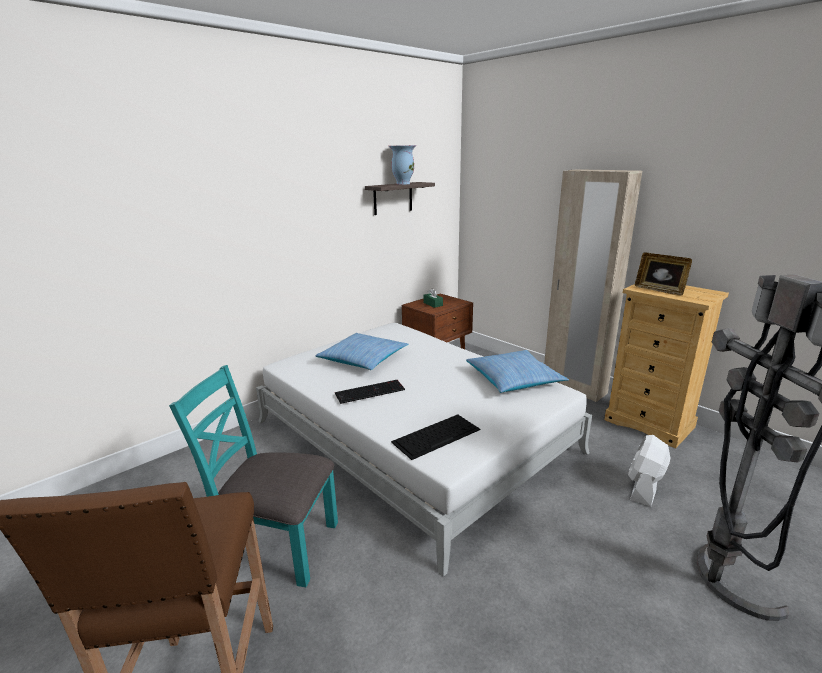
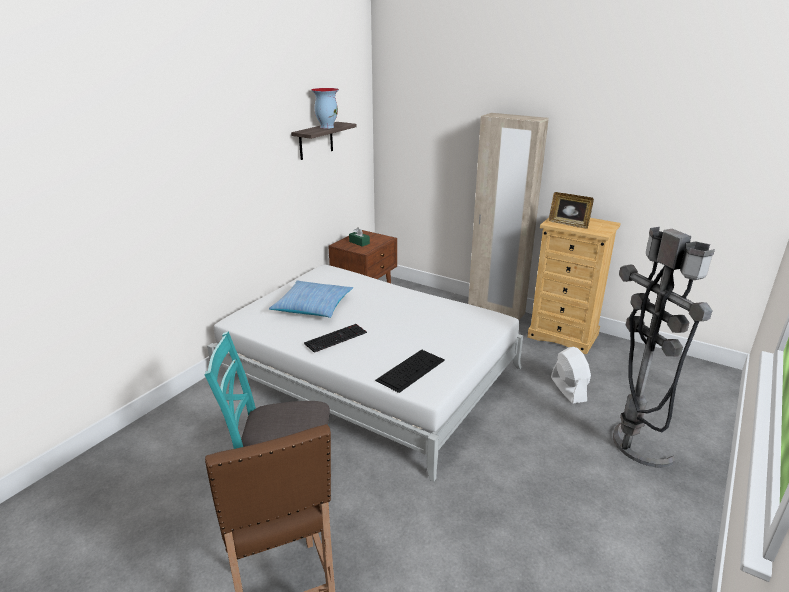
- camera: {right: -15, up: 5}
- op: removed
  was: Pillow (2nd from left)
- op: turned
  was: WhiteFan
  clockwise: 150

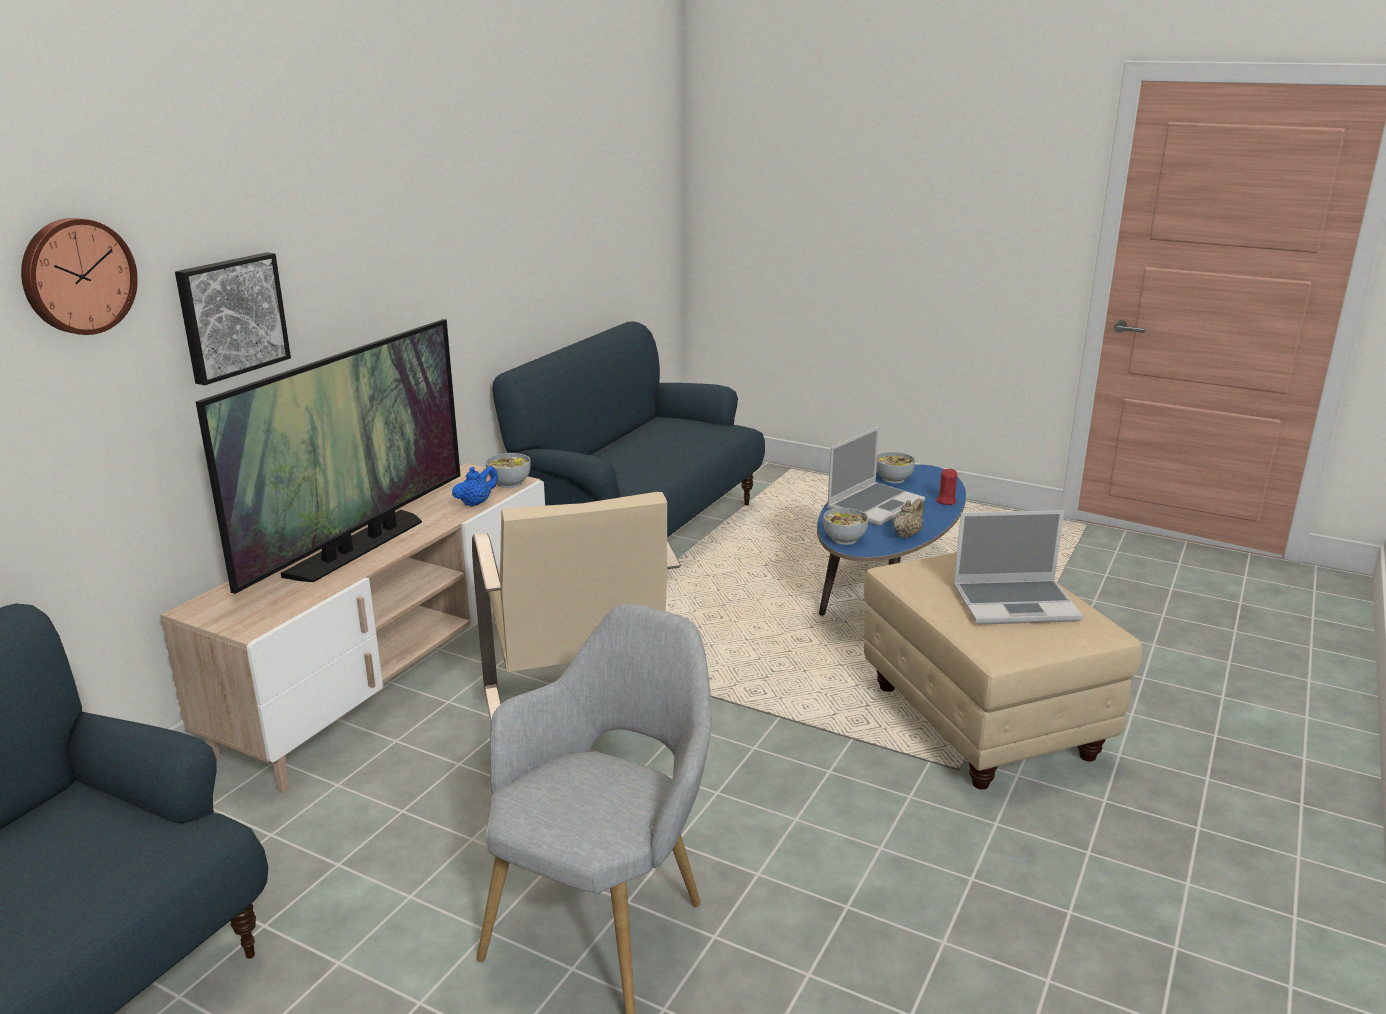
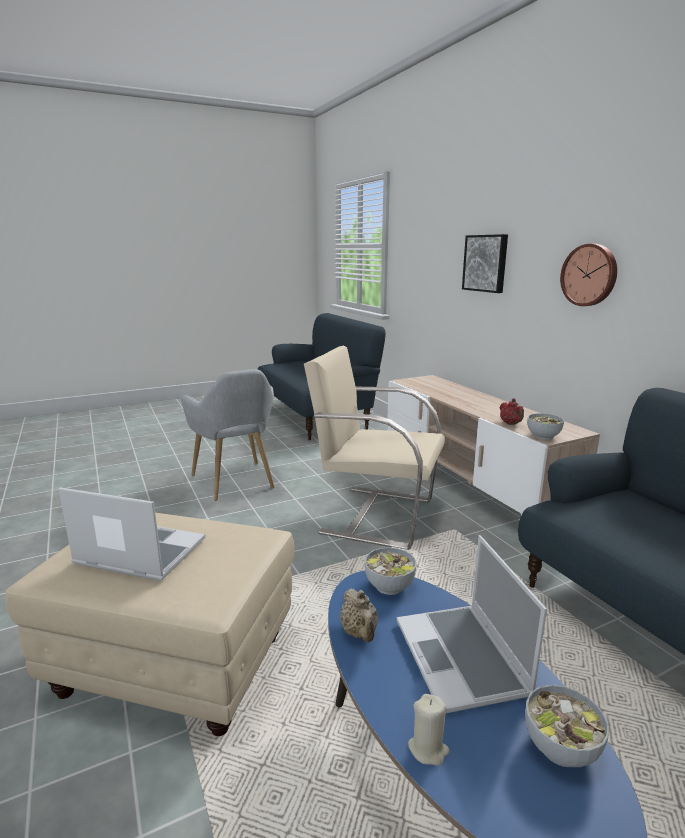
- camera: {right: 125, up: -5}
- op: removed
  was: Television
- op: moved
  was: WallClock
- op: recoloured
  was: BlueTeapot
  now: RedTeapot
- op: recoloured
  was: RedCandle
  now: BeigeCandle
- op: turned
  was: Laptop (2nd from left in the first image)
  clockwise: 75

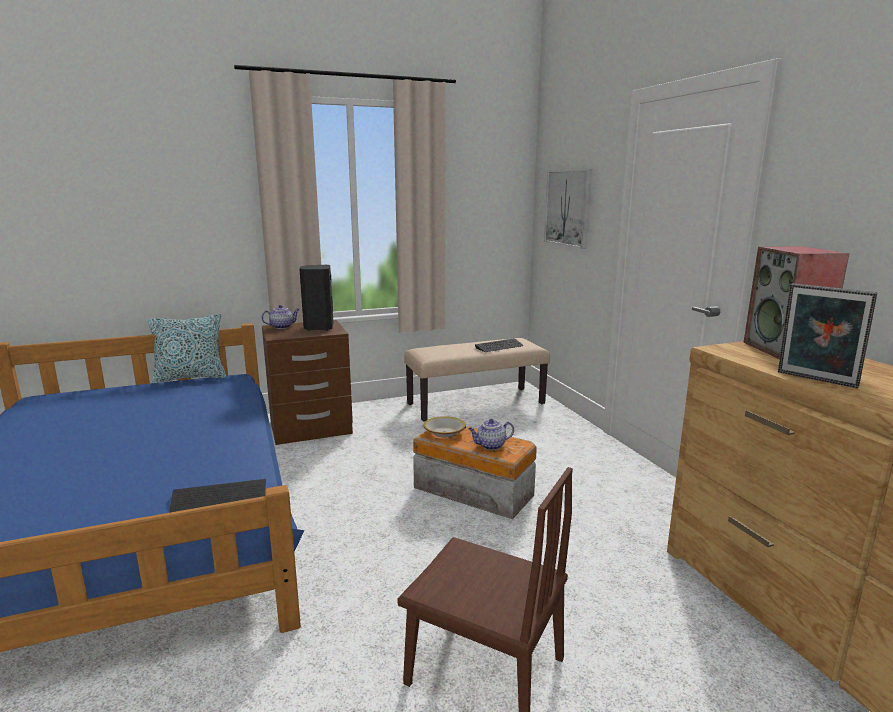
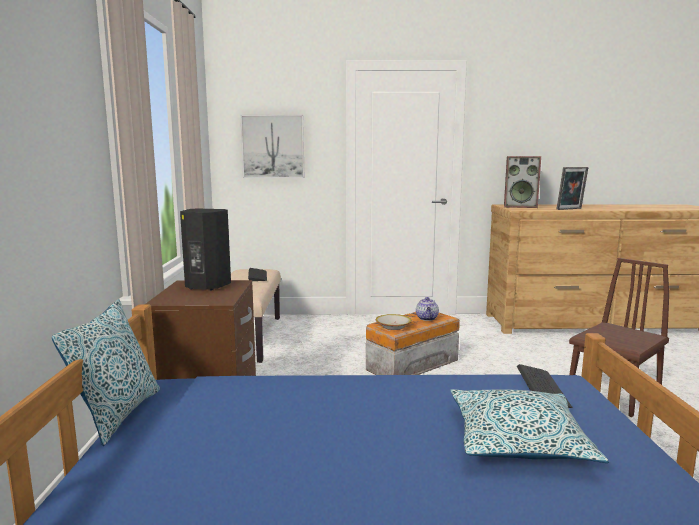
- camera: {right: -70, up: -5}
- op: removed
  was: Teapot (1st from left)
- op: added
  now: Pillow (2nd from left)

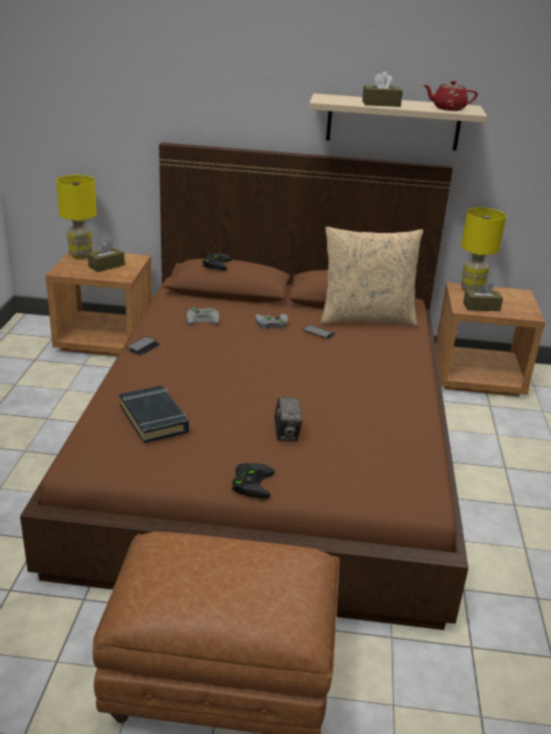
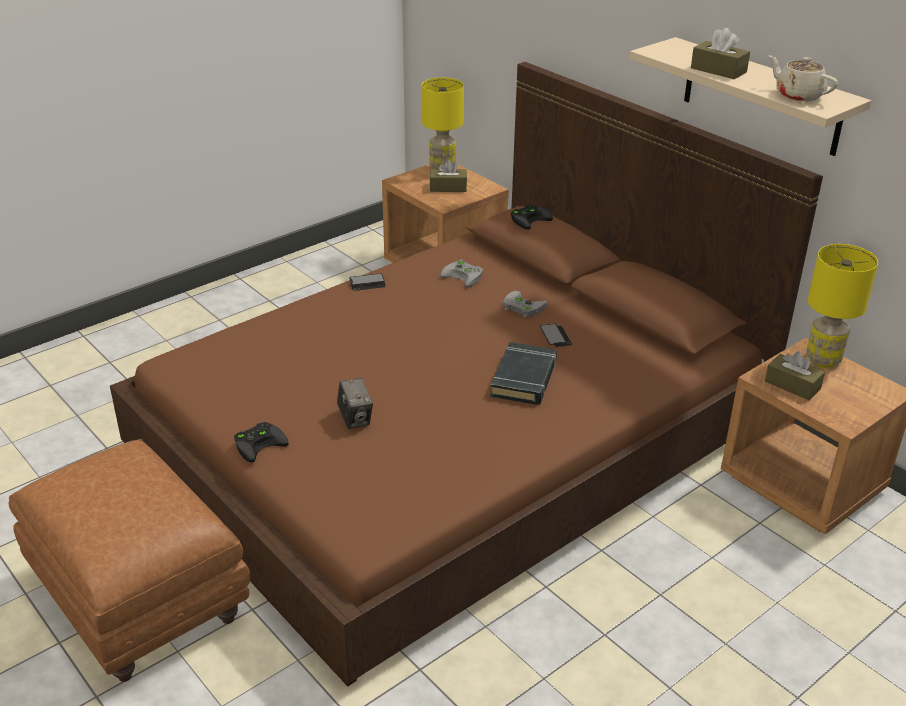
- camera: {right: 45, up: 5}
- op: removed
  was: BeigePillow
- op: moved
  was: BlackBook
- op: recoloured
  was: RedTeapot
  now: BeigeTeapot
- op: turned
  was: PhotoCamera
  clockwise: -60

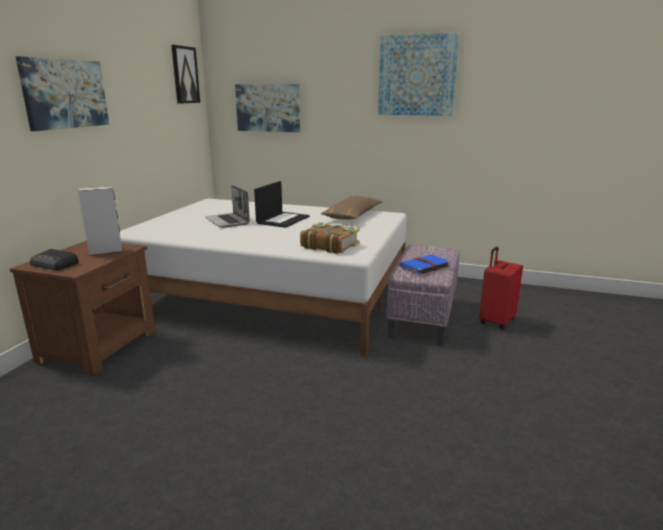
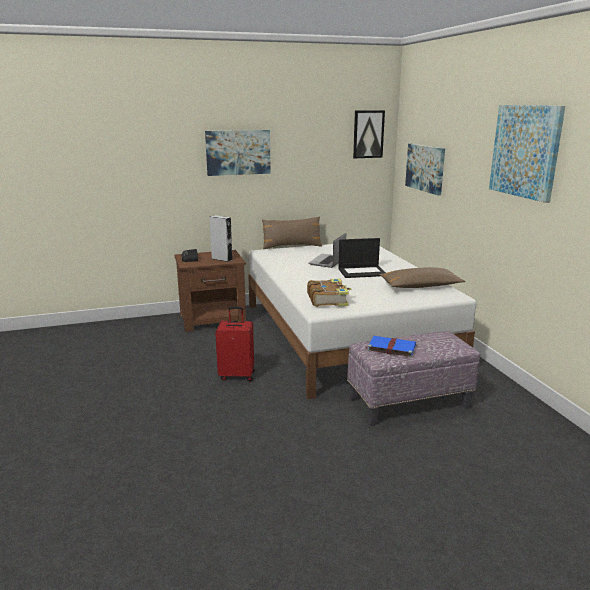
- camera: {right: 55, up: 0}
- op: added
  now: BrownPillow (1st from left)
- op: moved
  was: RedSuitcase

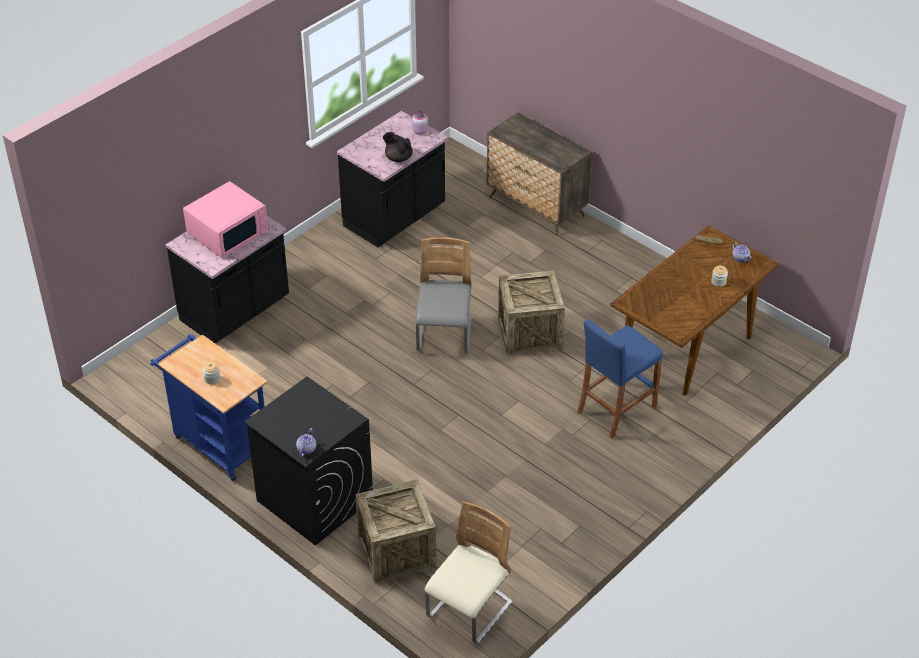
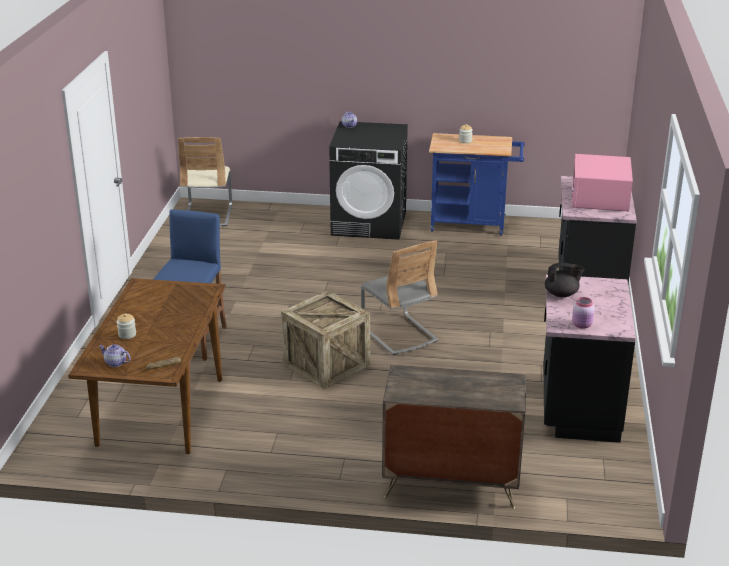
- camera: {right: 145, up: -15}
- op: removed
  was: Crate (1st from left)

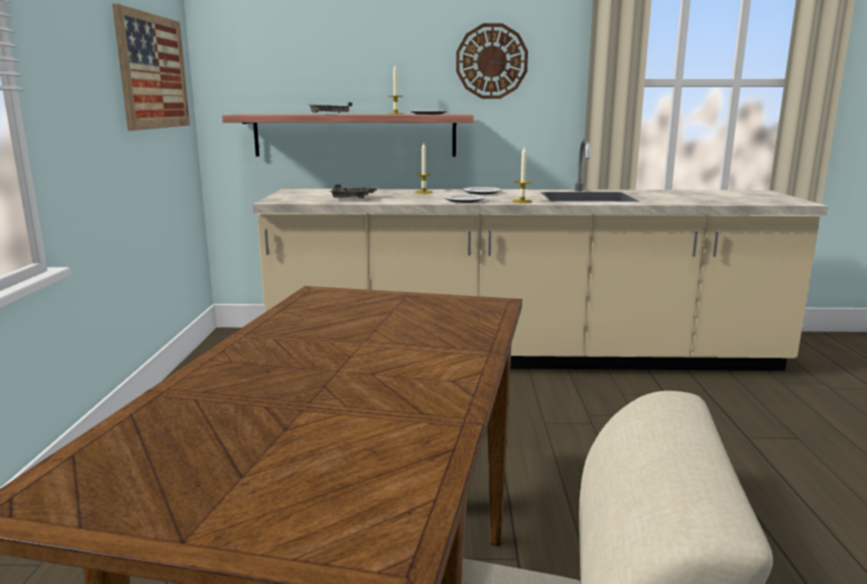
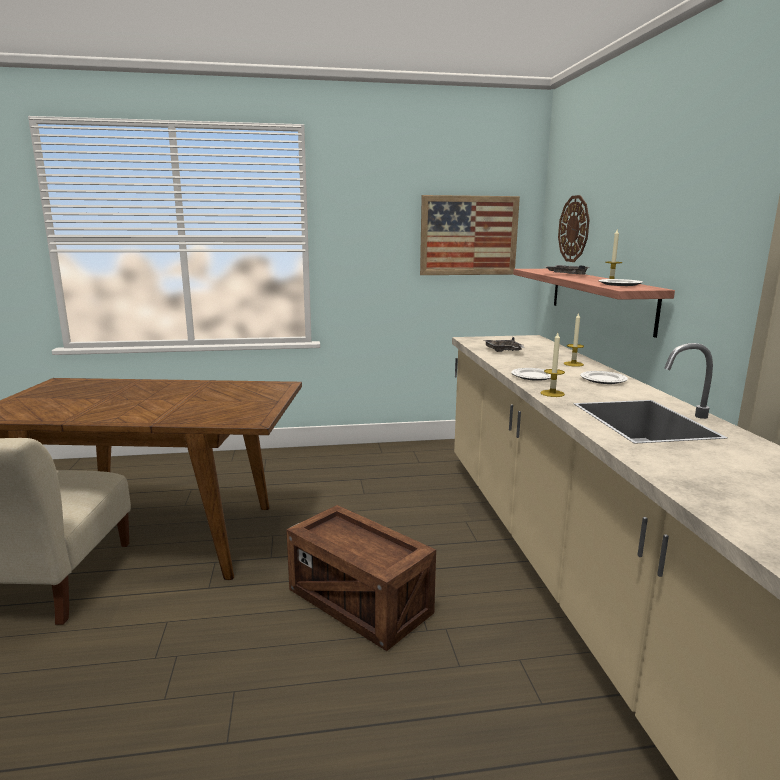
- camera: {right: 80, up: 0}
- op: added
  now: Crate
- op: moved
  was: WallClock

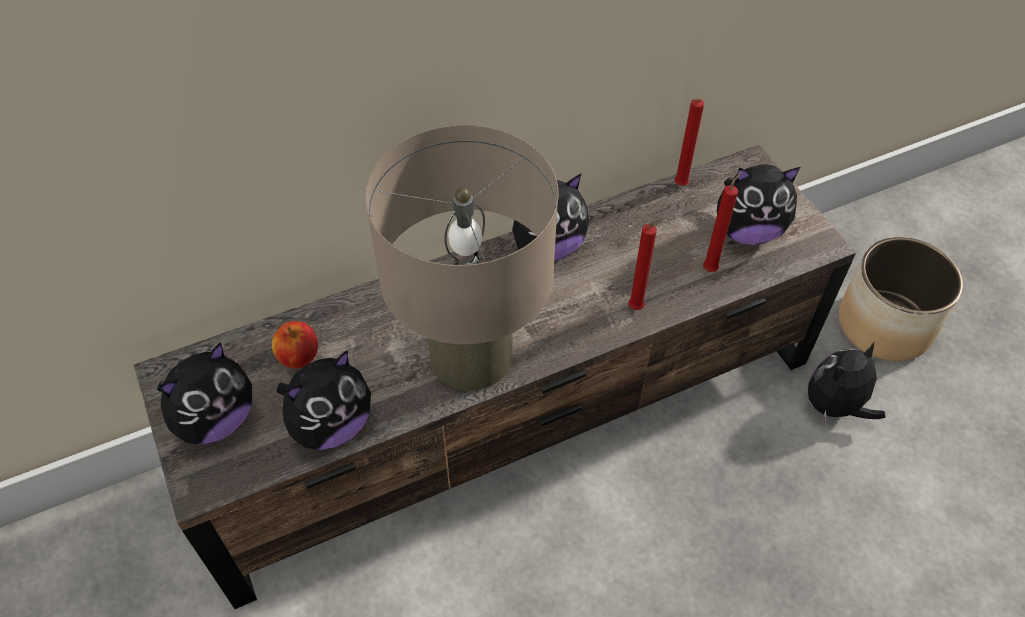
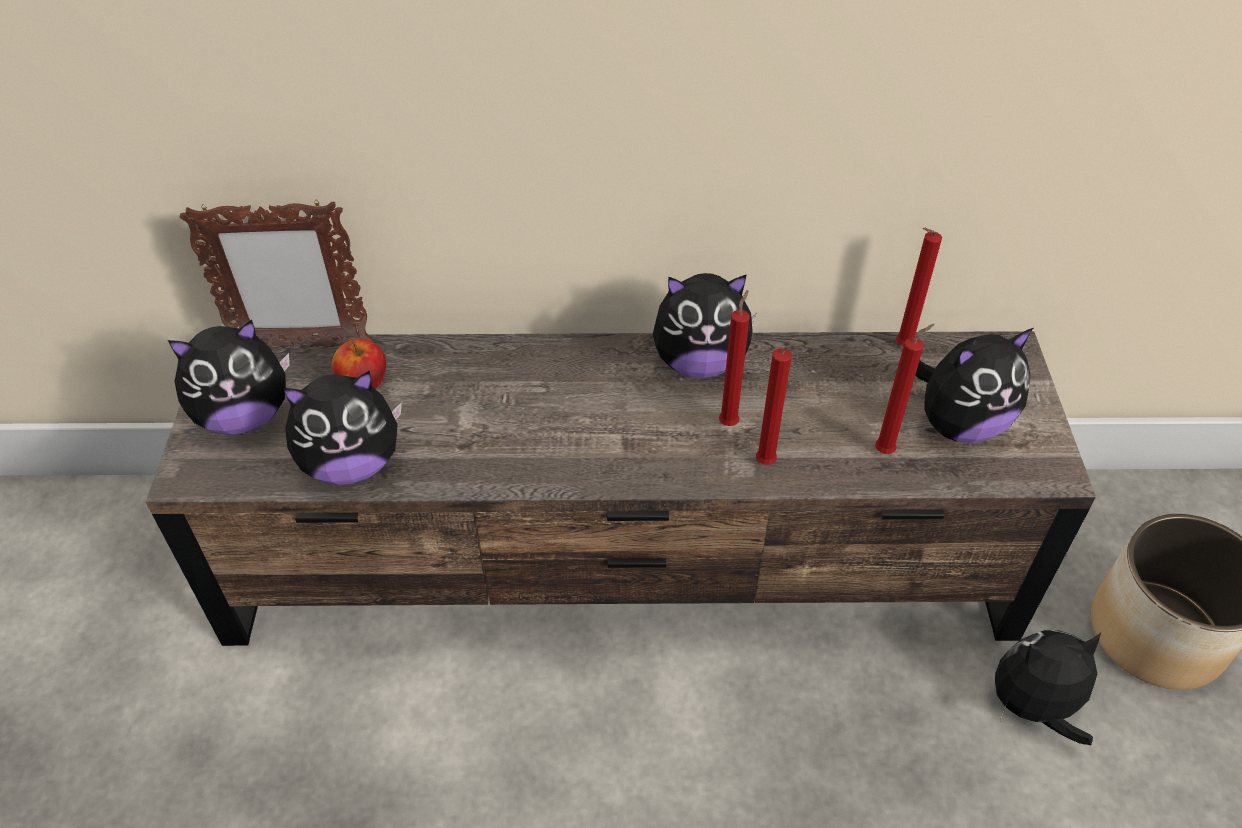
- camera: {right: 25, up: -5}
- op: removed
  was: BeigeTableLamp
- op: added
  now: PictureFrame
- op: added
  now: RedCandle (1st from left)
- op: turned
  was: PlushToy (4th from left)
  clockwise: -45

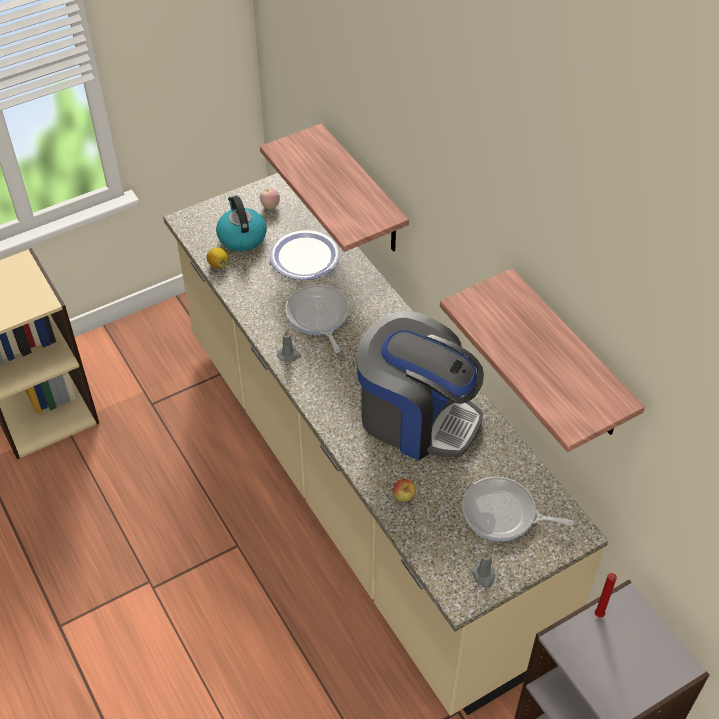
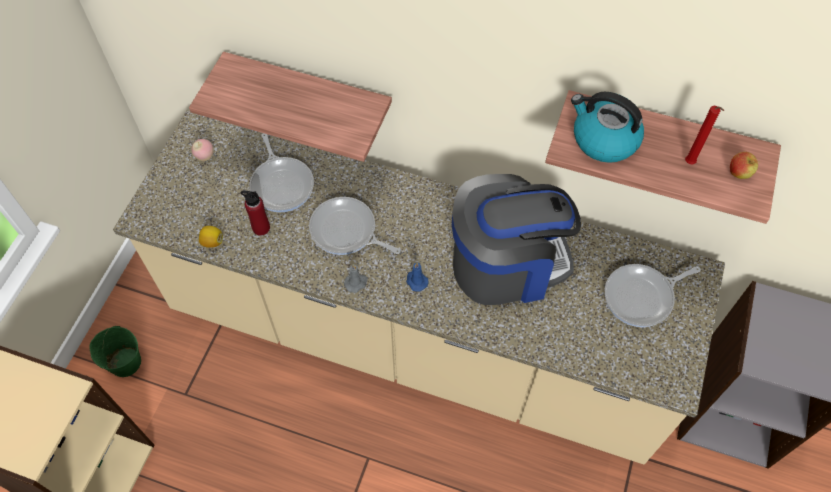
- camera: {right: -40, up: 10}
- op: removed
  was: GreyCandle (2nd from left)
- op: added
  now: GreenBucket
- op: added
  now: RedBottle
- op: added
  now: BlueCandle
- op: moved
  was: Kettle
- op: moved
  was: Apple (2nd from left)
- op: moved
  was: RedCandle
- op: replaced
  was: Plate
  now: FryingPan (1st from left)

